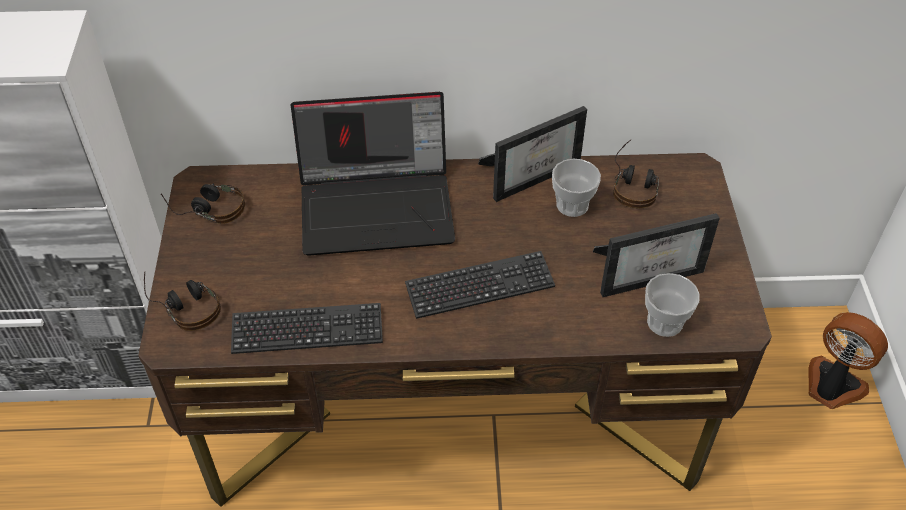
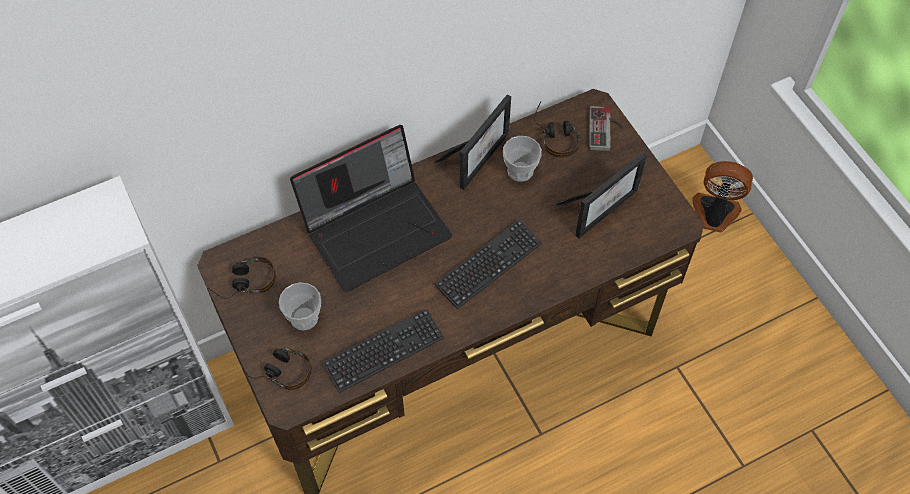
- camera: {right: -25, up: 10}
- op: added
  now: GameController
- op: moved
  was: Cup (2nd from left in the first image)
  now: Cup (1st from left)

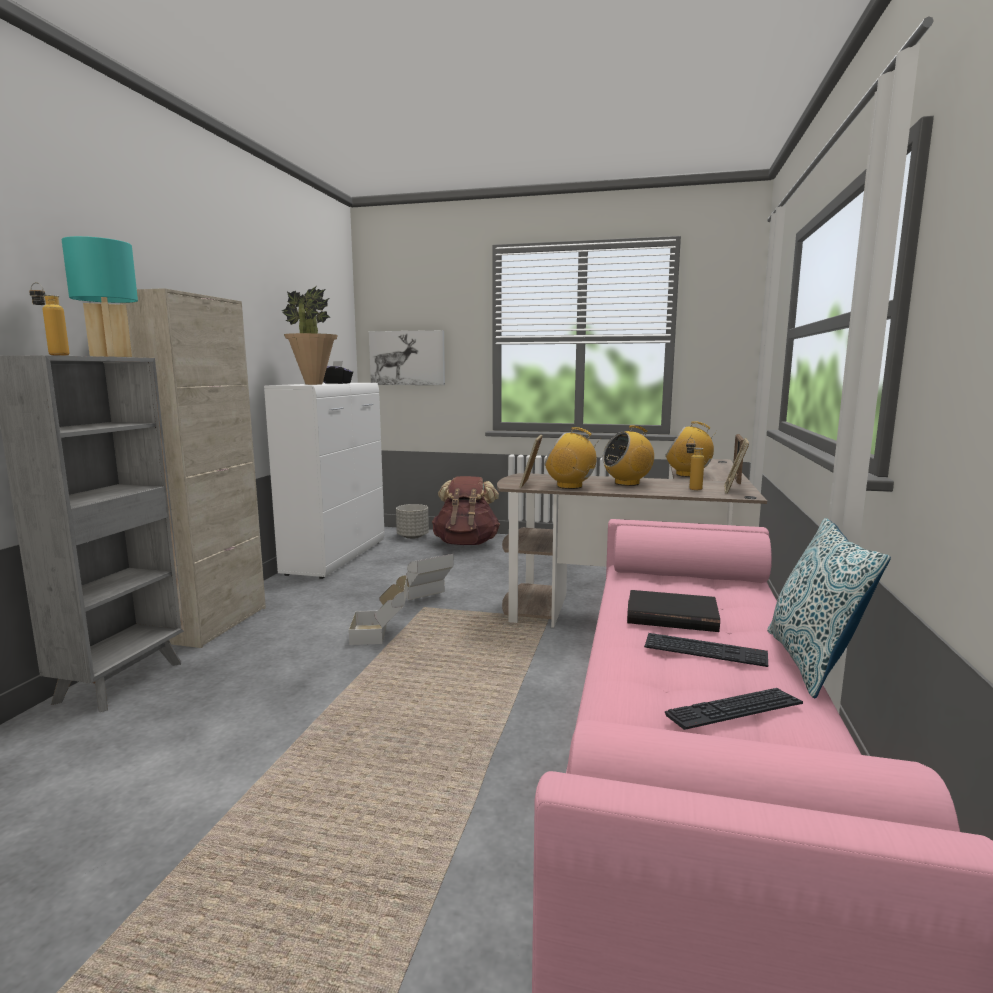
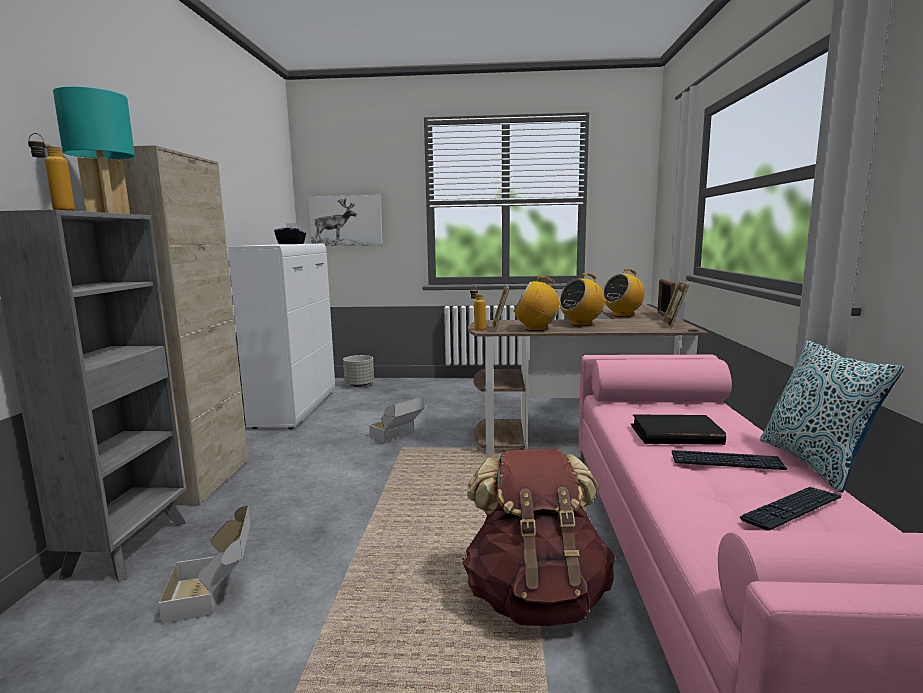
- camera: {right: -10, up: 0}
- op: removed
  was: PottedPlant
- op: moved
  was: CardboardBox (1st from left)
- op: moved
  was: BrownBackpack
- op: moved
  was: Bottle (2nd from left)
- op: turned
  was: Radio (3rd from left)
  clockwise: -45

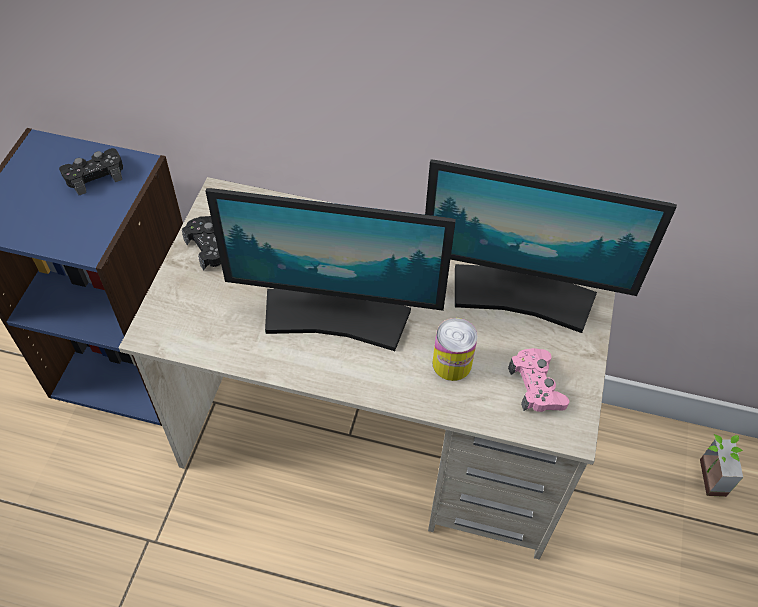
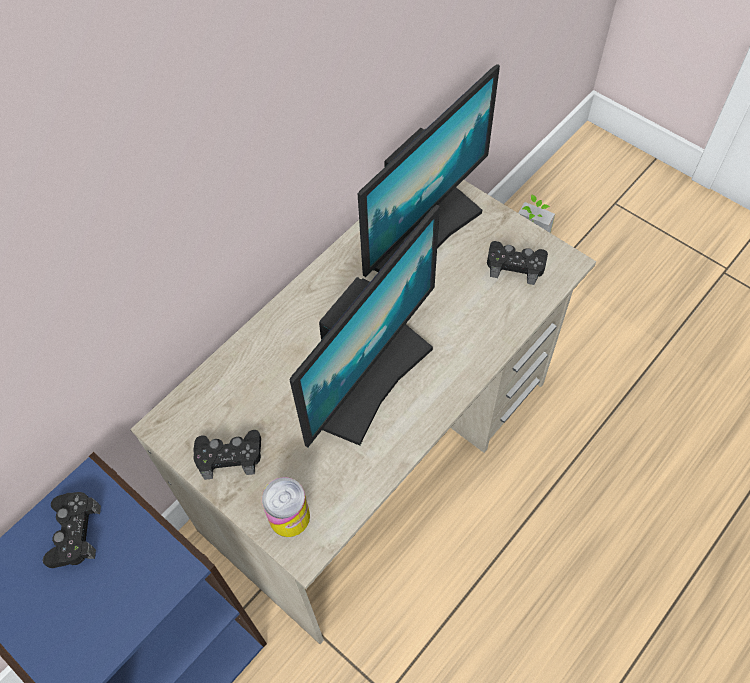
- camera: {right: -60, up: 5}
- op: moved
  was: Can
- op: recoloured
  was: PinkGameController
  now: BlackGameController (3rd from left)

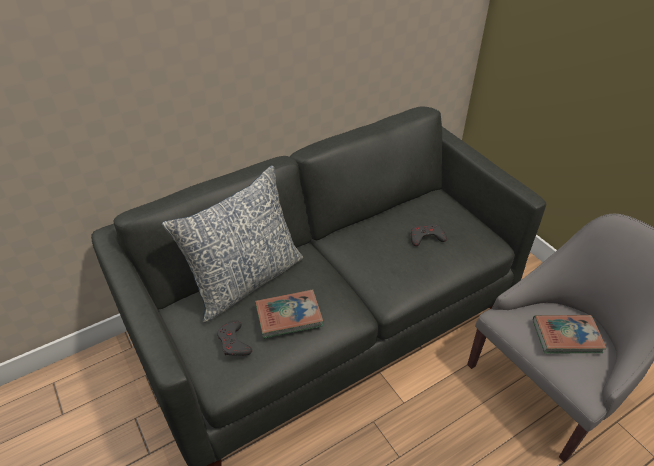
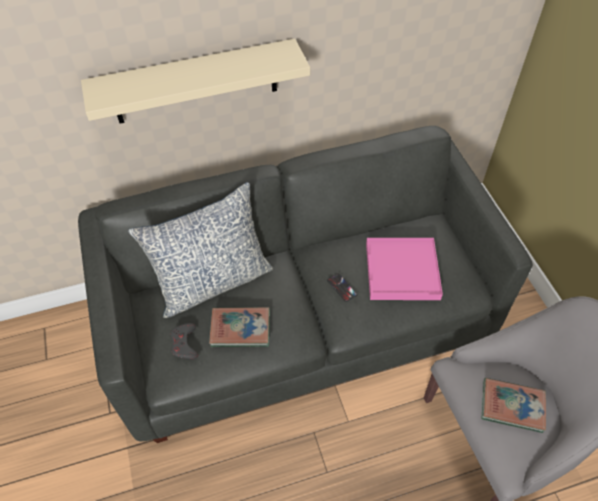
- camera: {right: 15, up: 10}
- op: added
  now: BeigeShelf
- op: added
  now: Phone
- op: replaced
  was: GreyGameController (2nd from left)
  now: PinkTray

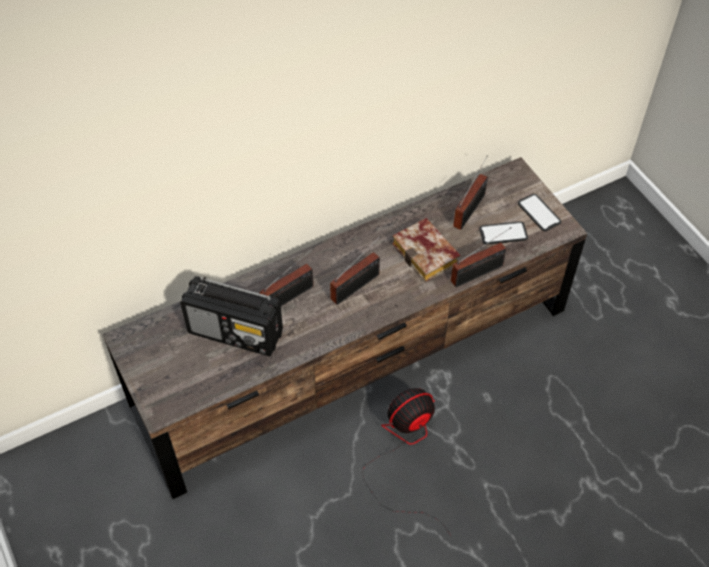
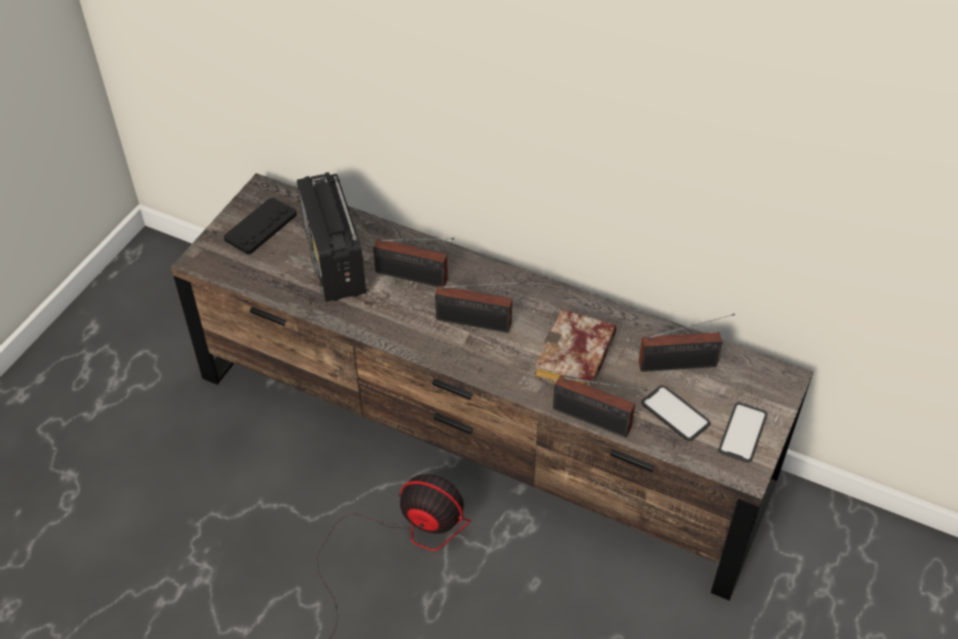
- camera: {right: 55, up: -5}
- op: added
  now: BlackGameController

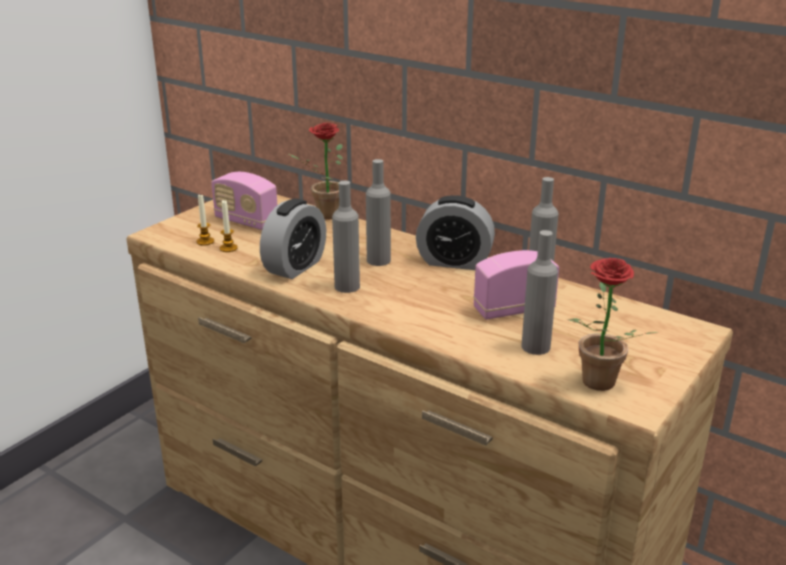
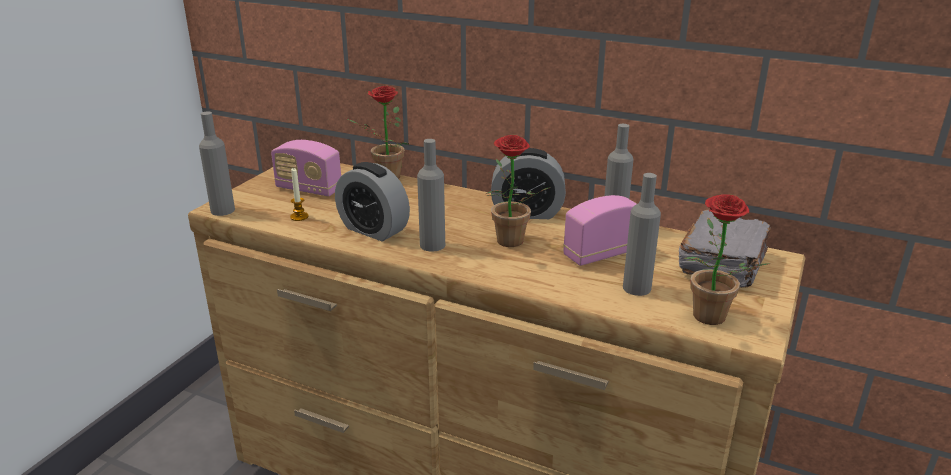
- camera: {right: -10, up: 0}
- op: removed
  was: Candle (1st from left)
- op: added
  now: PottedPlant (2nd from left)
- op: added
  now: GreyBook
- op: moved
  was: GreyBottle (2nd from left in the first image)
  now: GreyBottle (1st from left)
- op: turned
  was: AlarmClock (1st from left)
  clockwise: 105

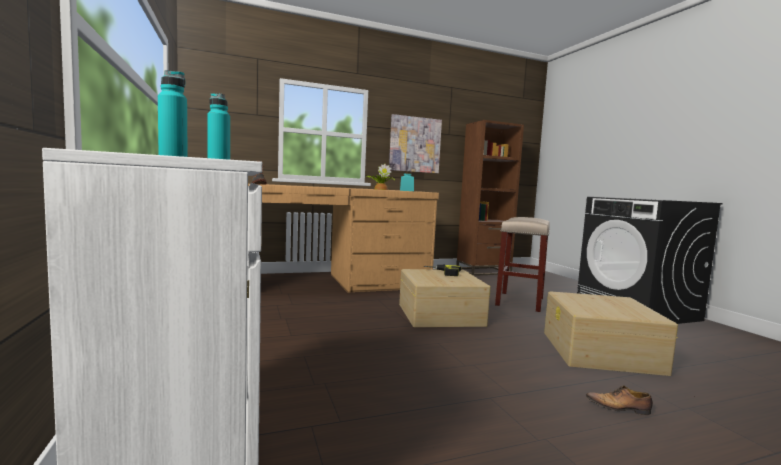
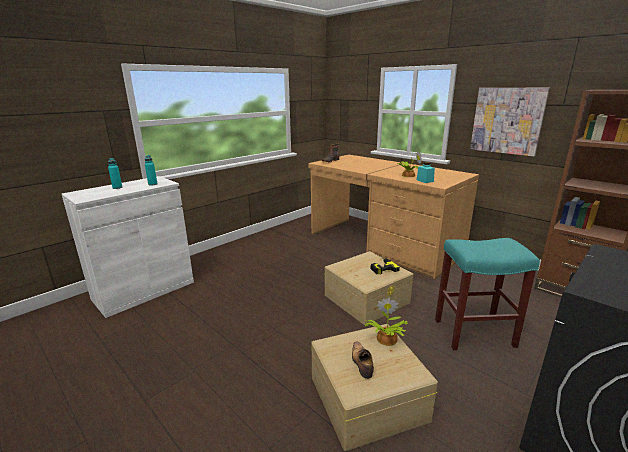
- camera: {right: 65, up: 15}
- op: added
  now: PottedPlant (1st from left)
- op: moved
  was: Shoe
- op: recoloured
  was: BeigeStool
  now: TurquoiseStool

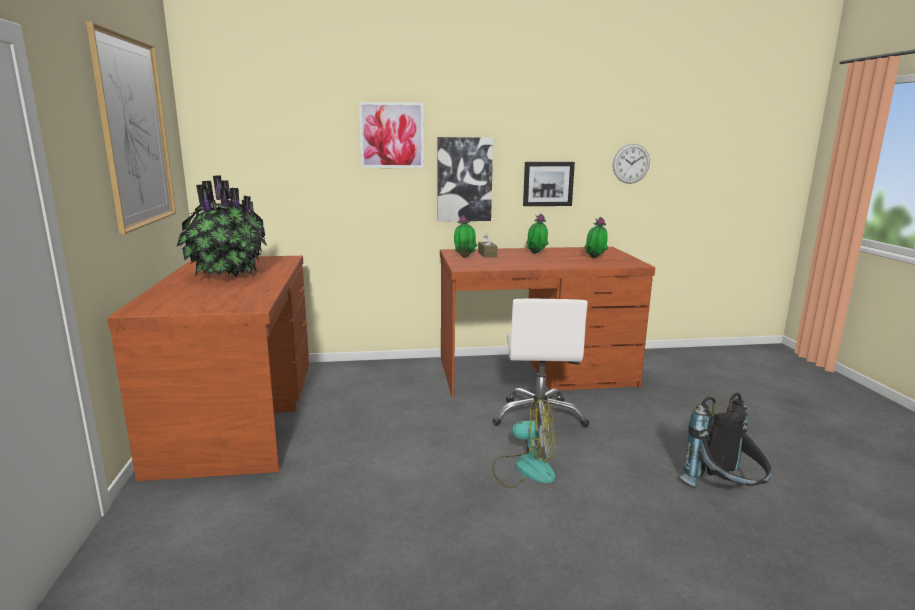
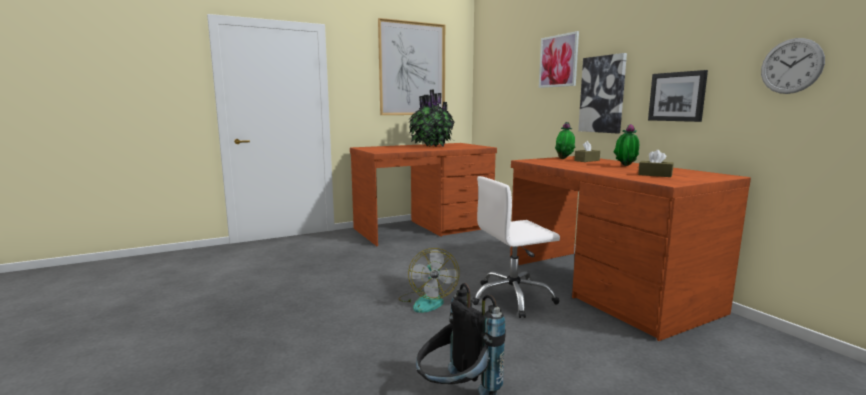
- camera: {right: 70, up: -5}
- op: replaced
  was: PottedPlant (4th from left)
  now: BrownTissueBox (2nd from left)

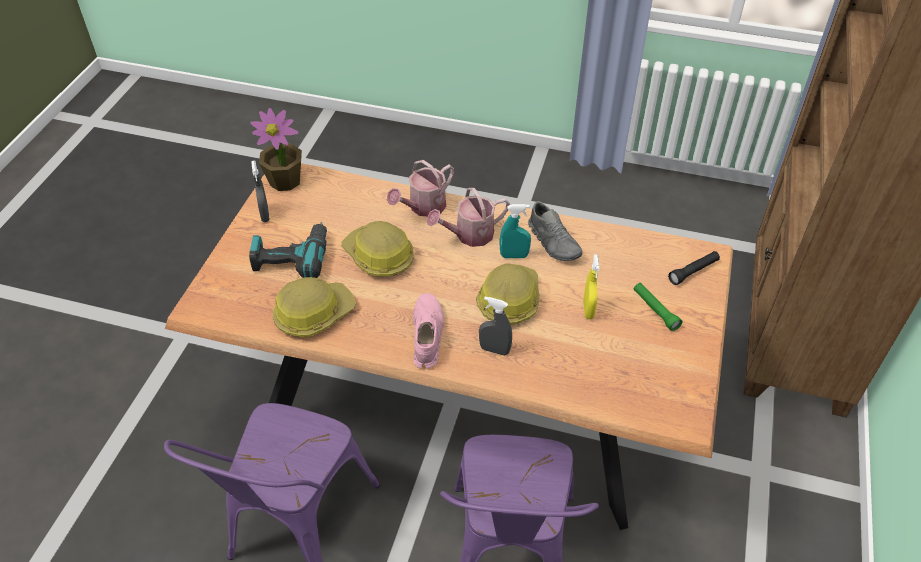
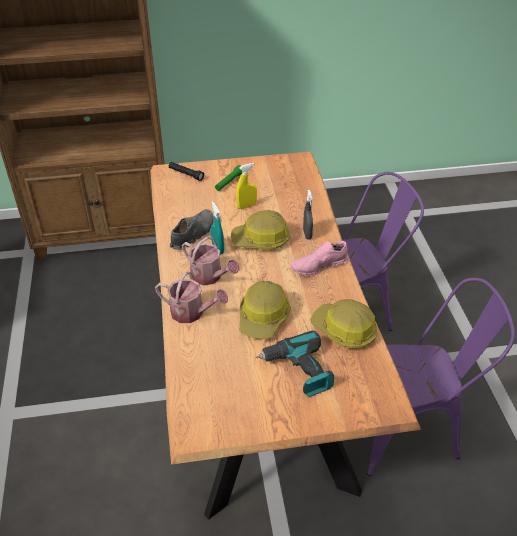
- camera: {right: -115, up: -5}
- op: removed
  was: PottedPlant
- op: removed
  was: GreySprayBottle (1st from left)

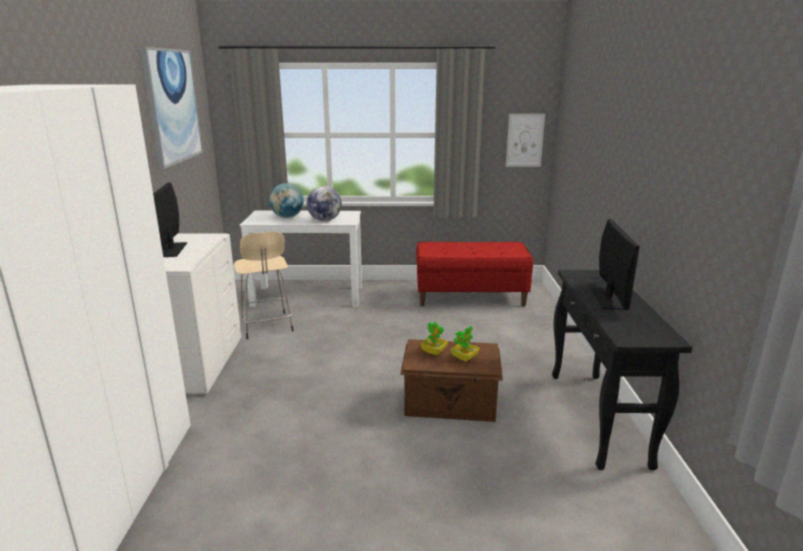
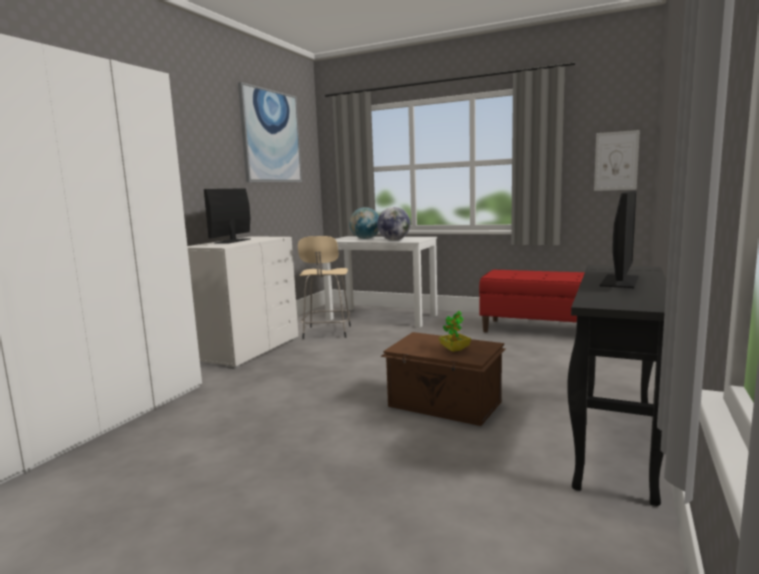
- camera: {right: 25, up: -10}
- op: removed
  was: PottedPlant (1st from left)

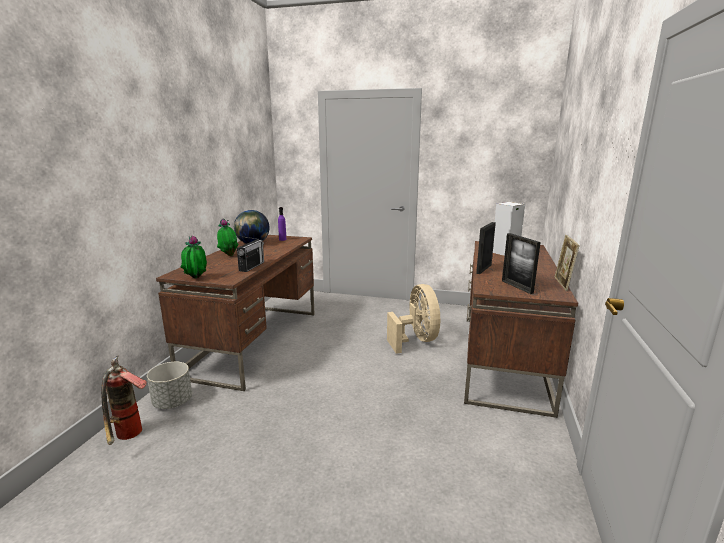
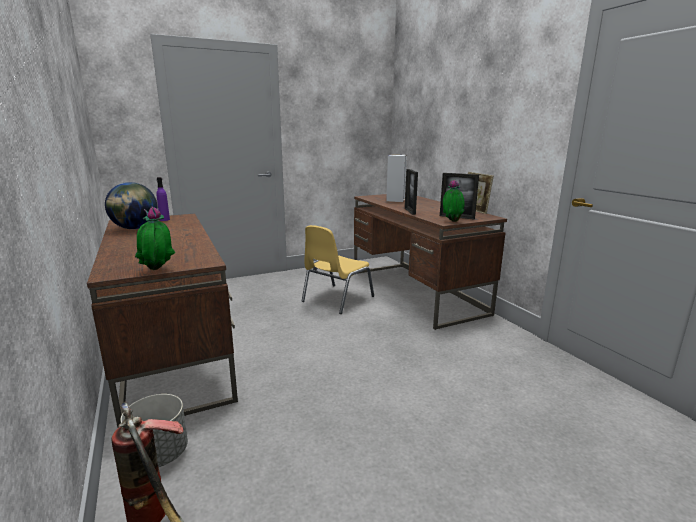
- camera: {right: -40, up: 0}
- op: removed
  was: Radio
- op: moved
  was: PottedPlant (2nd from left)
- op: replaced
  was: BeigeFan
  now: YellowChair

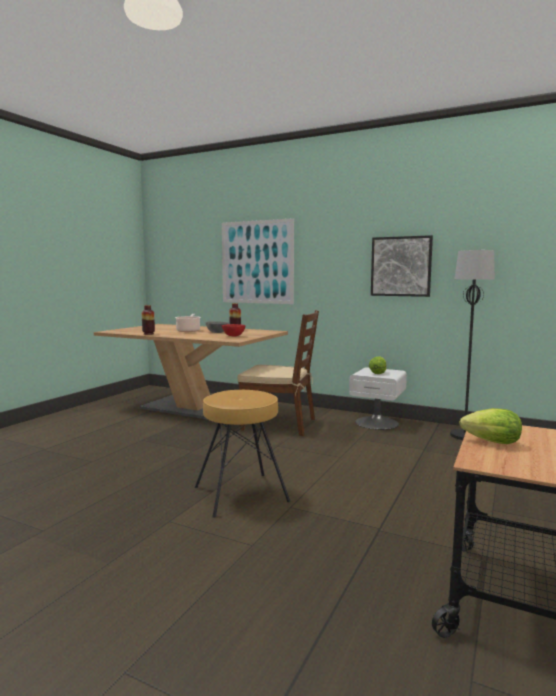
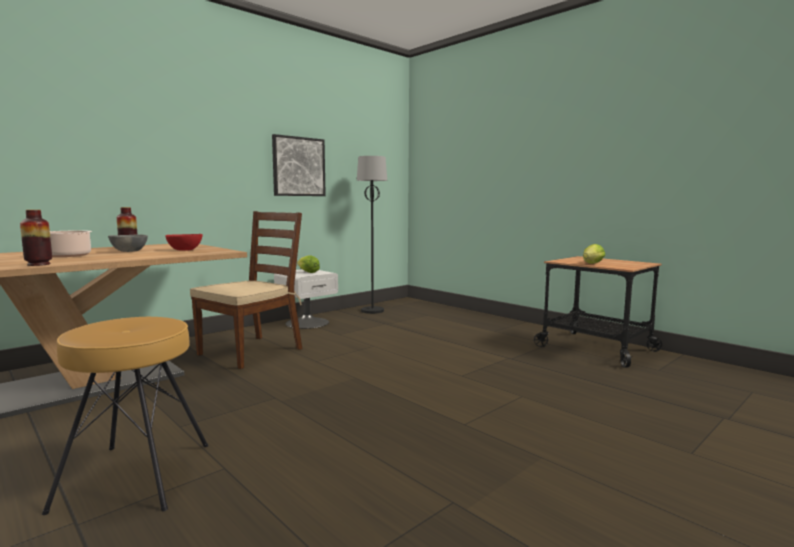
- camera: {right: -70, up: 0}
- op: removed
  was: Picture (1st from left)
- op: moved
  was: BrownStool

